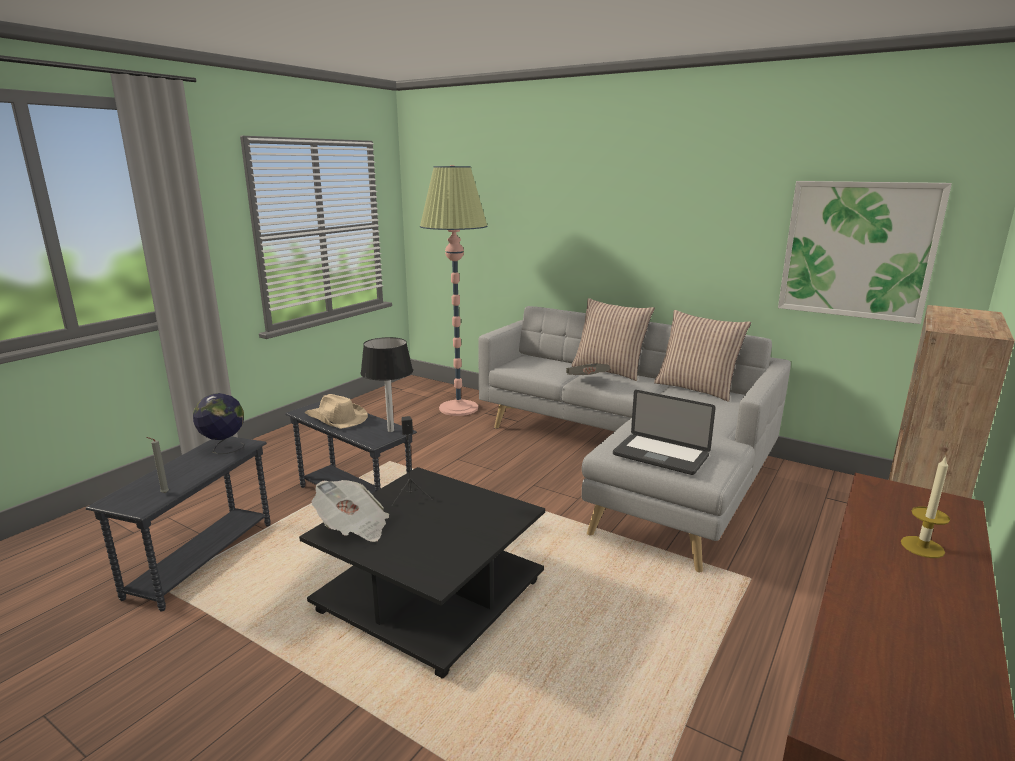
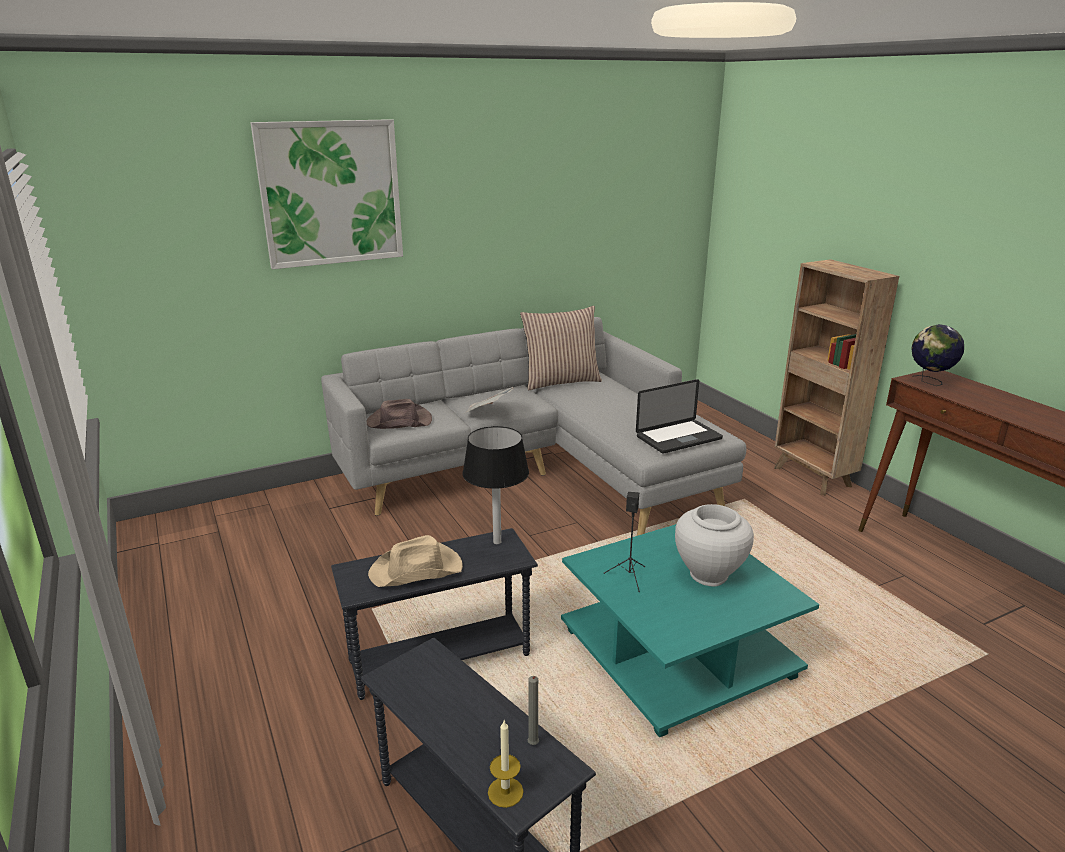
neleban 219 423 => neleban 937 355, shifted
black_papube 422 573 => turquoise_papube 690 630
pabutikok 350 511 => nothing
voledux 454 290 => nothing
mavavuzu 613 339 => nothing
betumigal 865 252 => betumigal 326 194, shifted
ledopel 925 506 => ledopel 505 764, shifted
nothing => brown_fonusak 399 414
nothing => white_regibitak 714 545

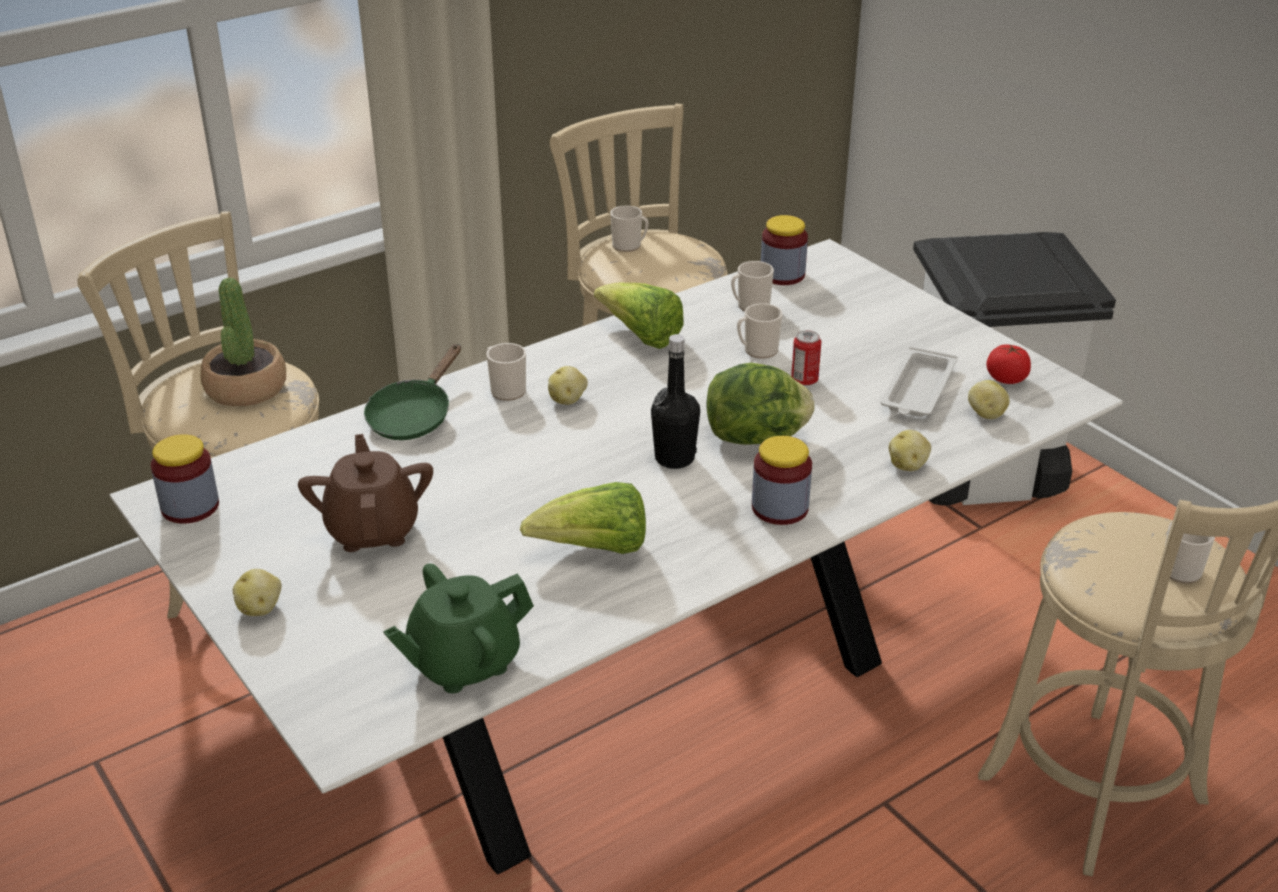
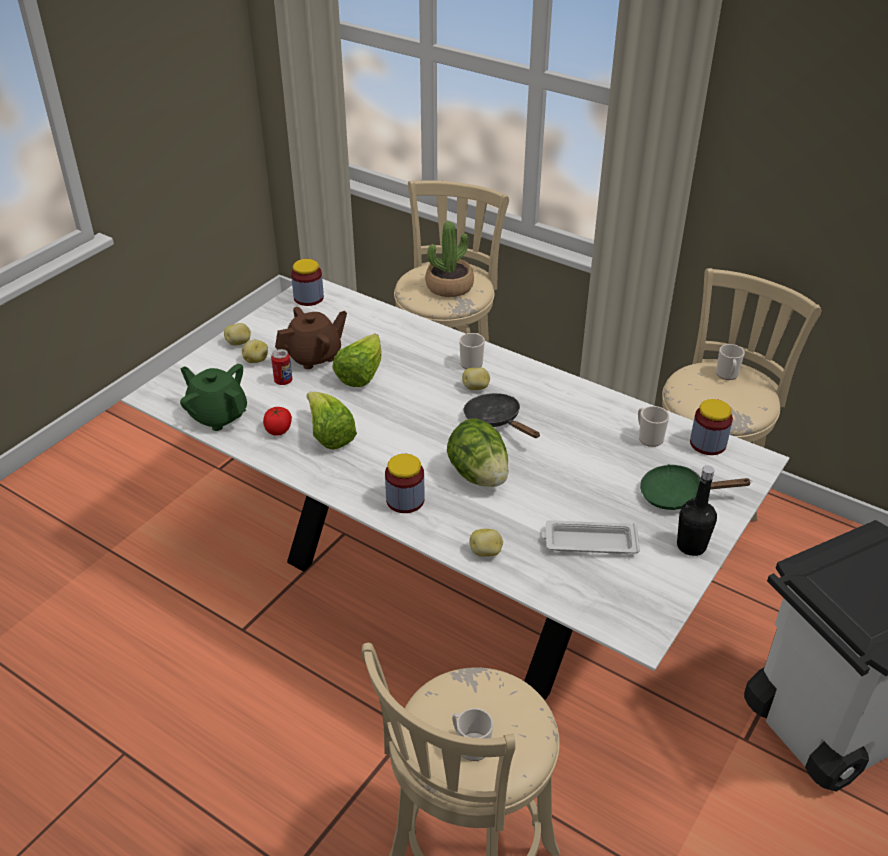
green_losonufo 412 392 => green_losonufo 696 487, shifted
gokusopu 639 315 => gokusopu 357 360, shifted
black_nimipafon 675 401 => black_nimipafon 697 511, shifted
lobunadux 759 331 => nothing
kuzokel 806 358 => kuzokel 281 367, shifted
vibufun 989 399 => vibufun 255 351, shifted
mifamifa 1008 364 => mifamifa 277 421, shifted
nothing => black_losonufo 502 415

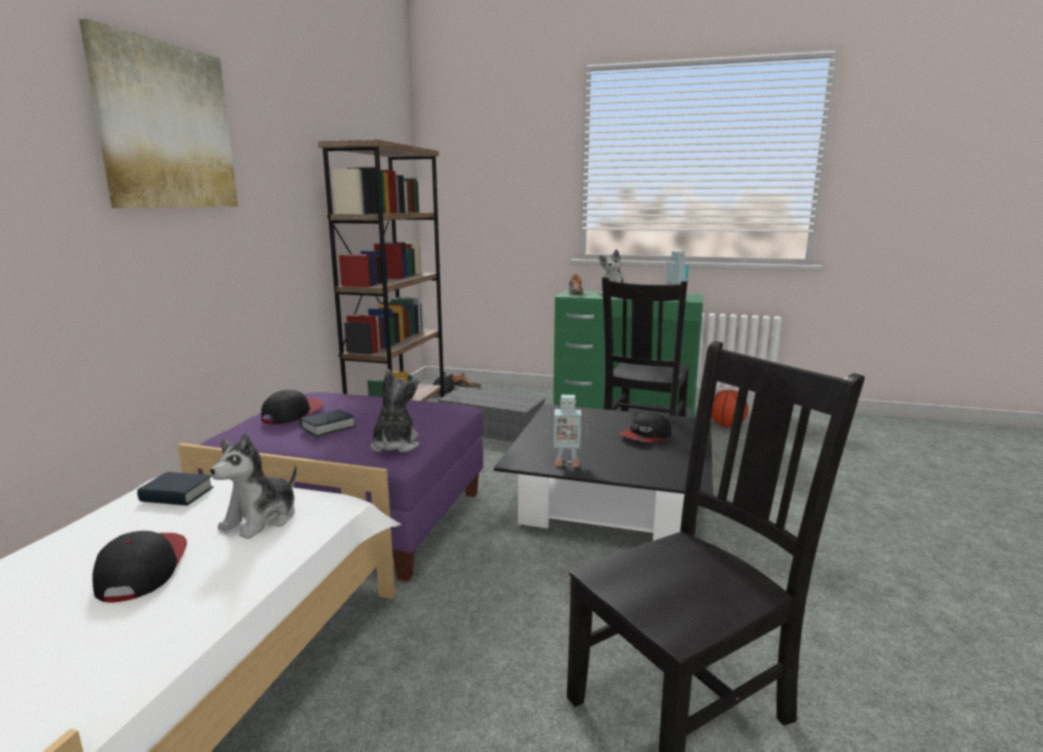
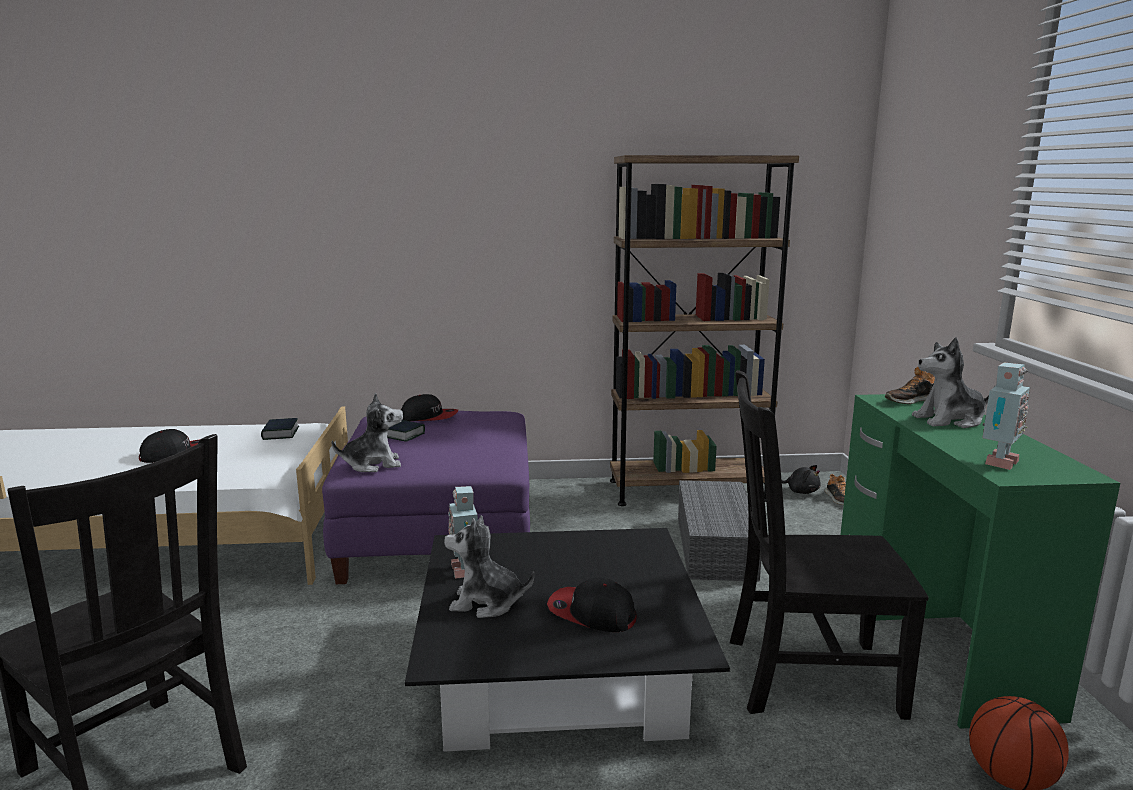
betumigal 158 113 => nothing
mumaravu 253 486 => mumaravu 489 566, shifted

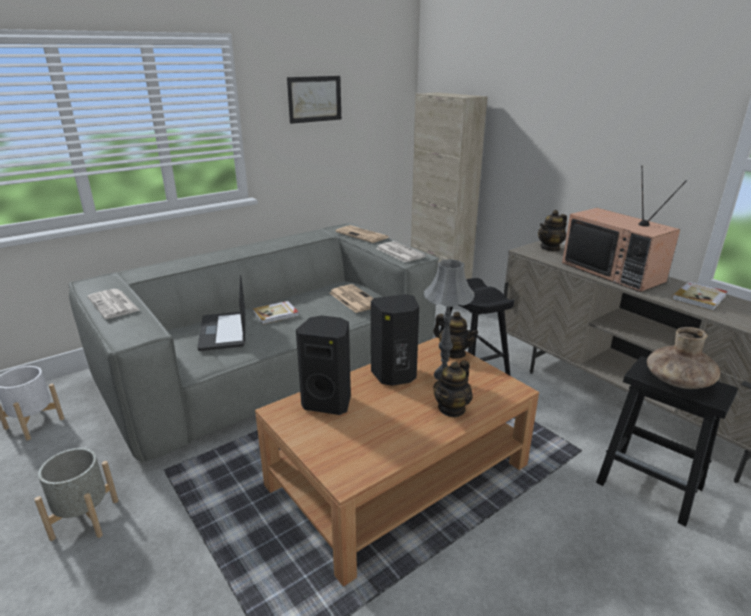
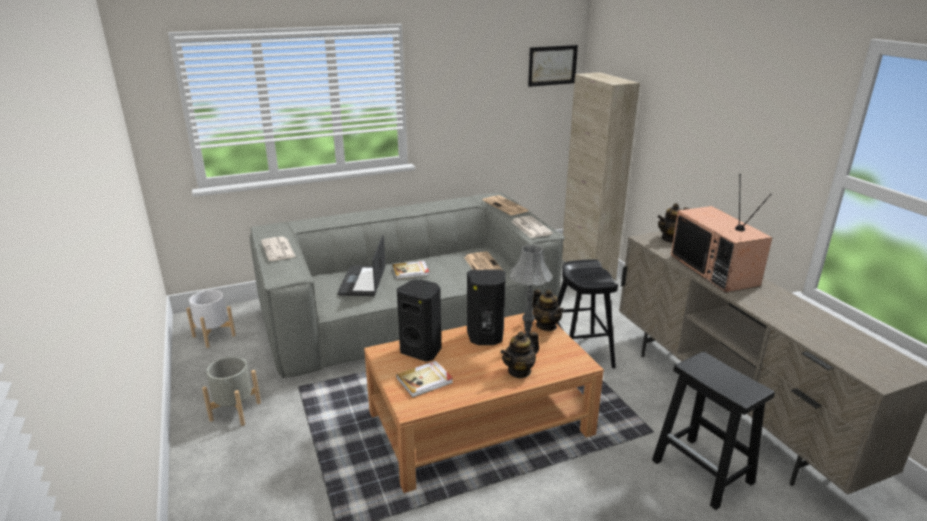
betumigal 314 100 => betumigal 553 66, shifted
brown_regibitak 683 358 => nothing
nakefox 700 296 => nakefox 424 379, shifted

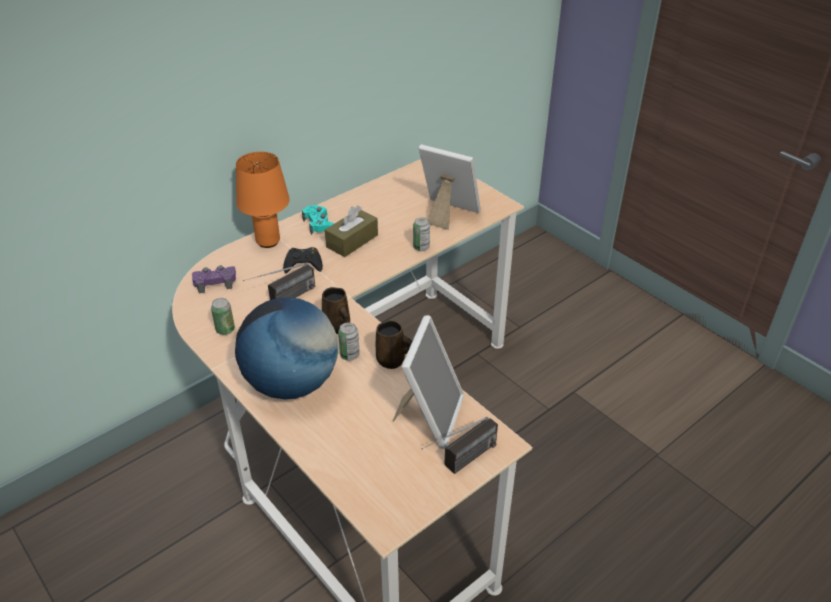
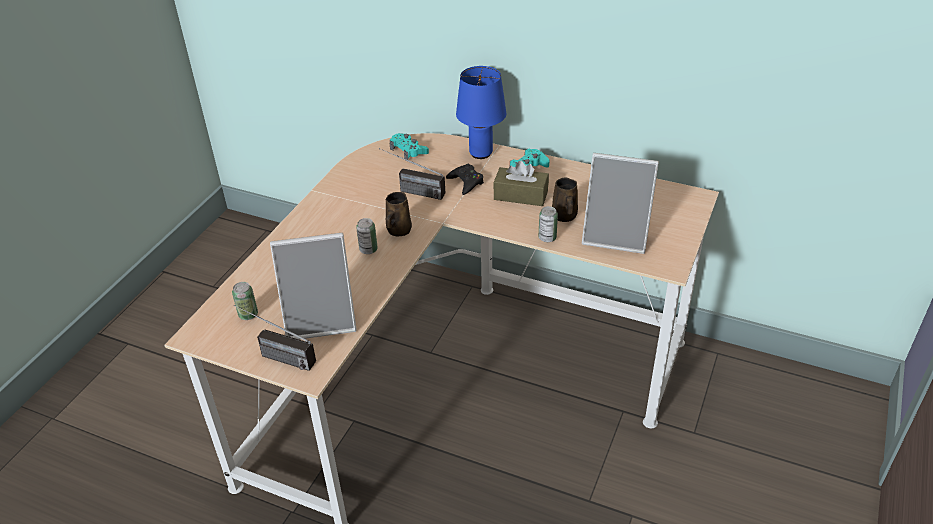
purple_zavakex 214 279 => turquoise_zavakex 409 146
kuzokel 223 316 => kuzokel 245 301, shifted
neleban 286 348 => nothing
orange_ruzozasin 263 200 => blue_ruzozasin 481 112
brown_lobunadux 393 344 => brown_lobunadux 565 199, shifted
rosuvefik 449 187 => rosuvefik 620 203, 105 degrees clockwise

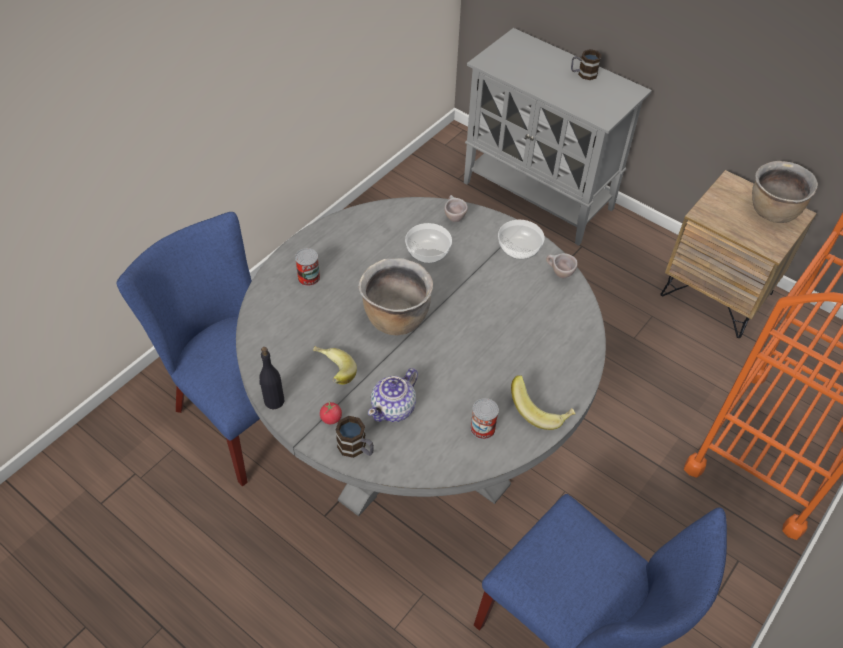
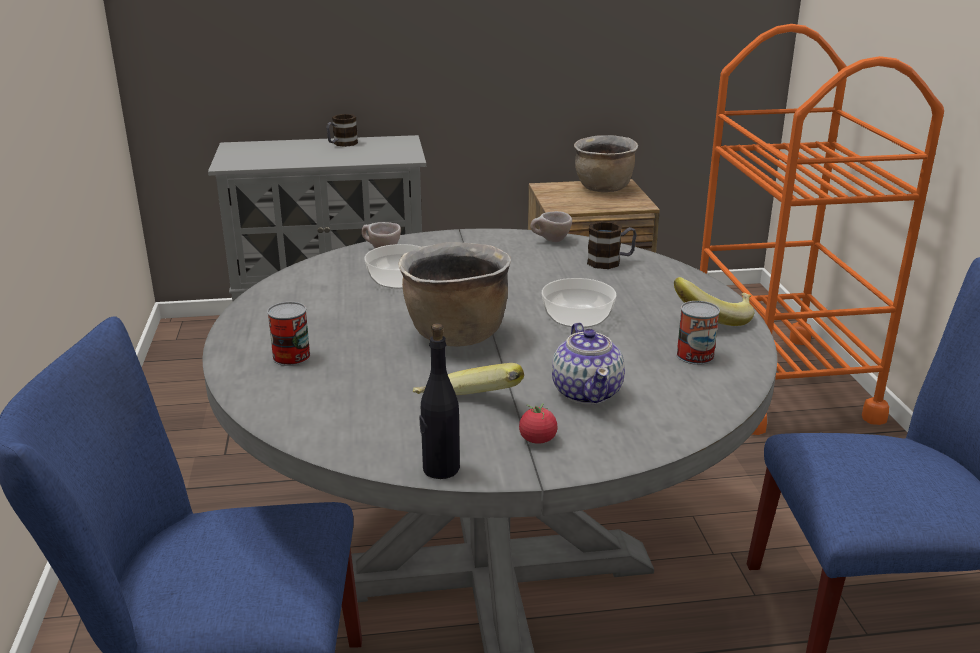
lobunadux 355 437 => lobunadux 612 245, shifted
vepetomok 521 240 => vepetomok 579 303, shifted

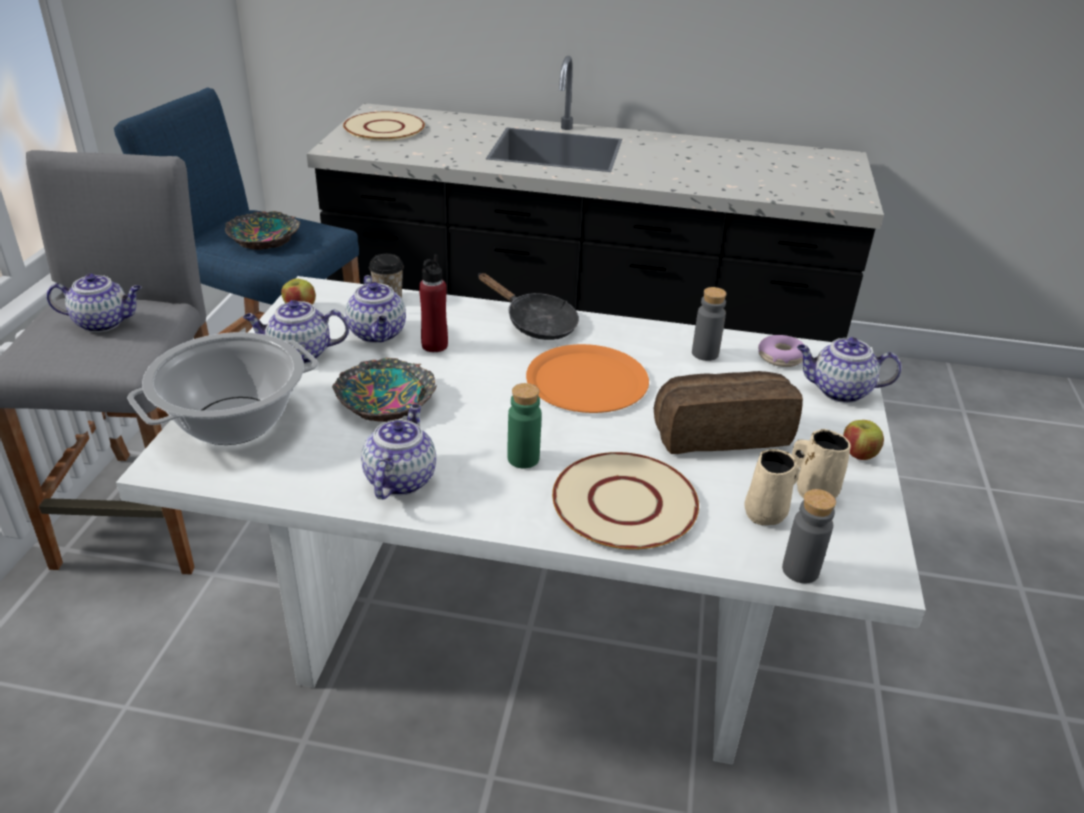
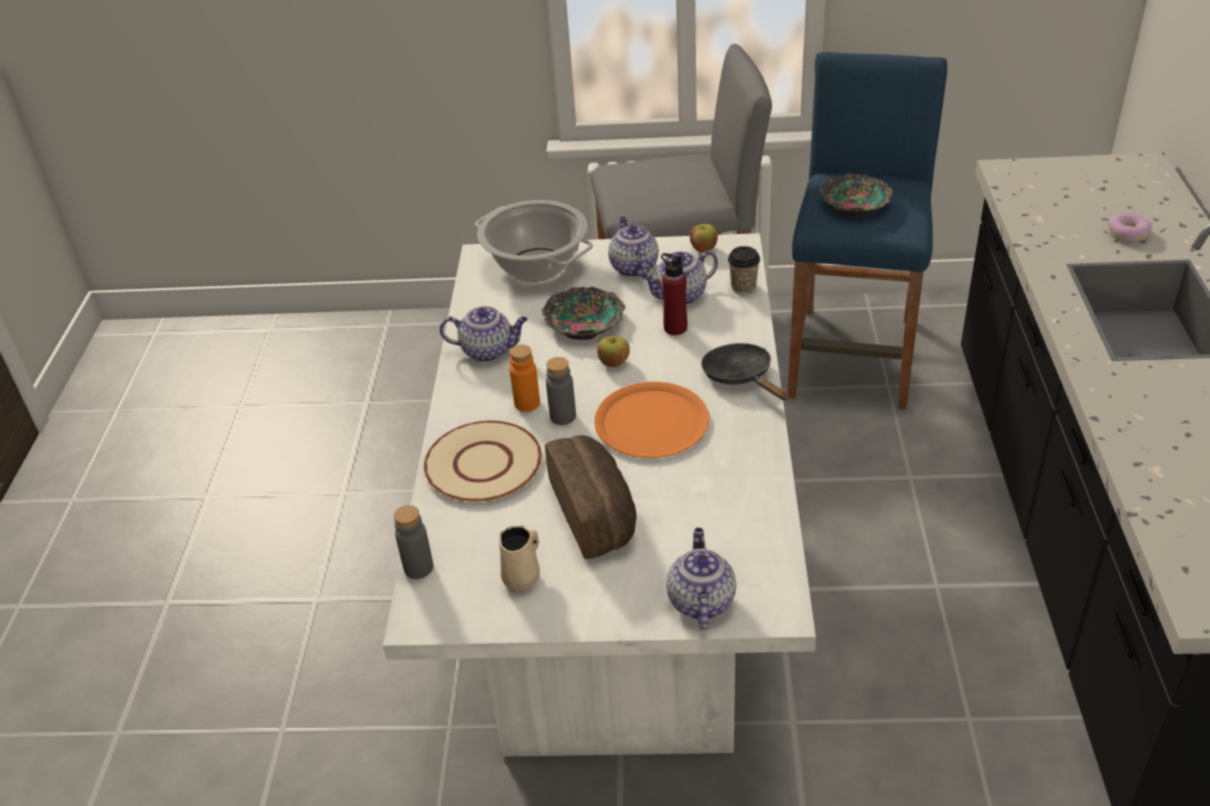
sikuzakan 94 303 => nothing
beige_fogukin 384 126 => nothing
black_losonufo 529 306 => black_losonufo 745 371, 120 degrees clockwise
green_nimipafon 525 426 => orange_nimipafon 525 378
grey_nimipafon 709 324 => grey_nimipafon 561 391, shifted
beige_lobunadux 772 487 => nothing
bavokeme 781 351 => bavokeme 1130 227, shifted
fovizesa 863 440 => fovizesa 613 351, shifted

